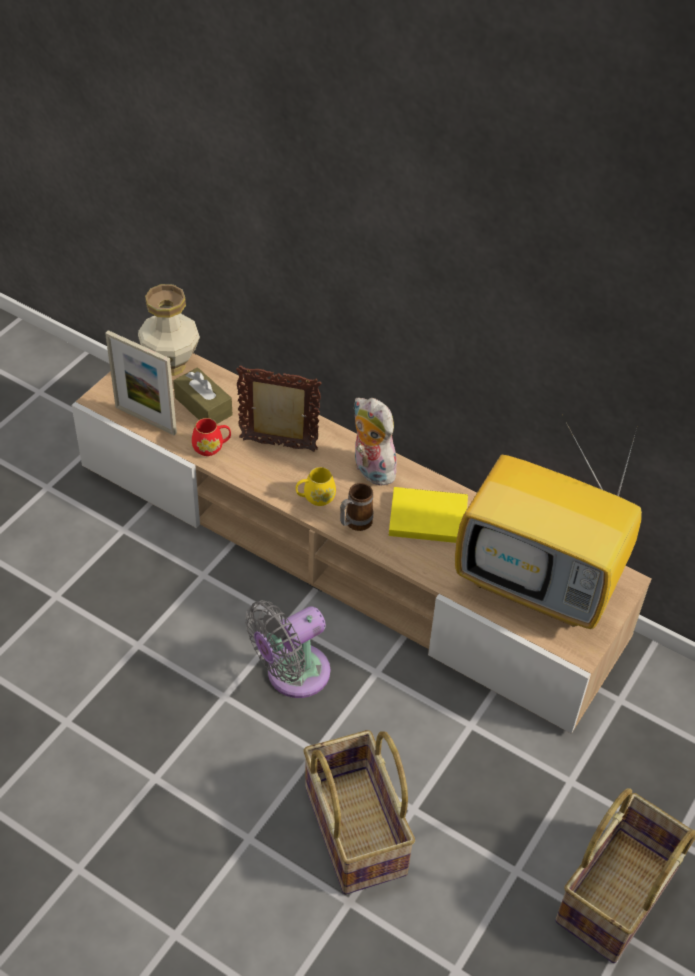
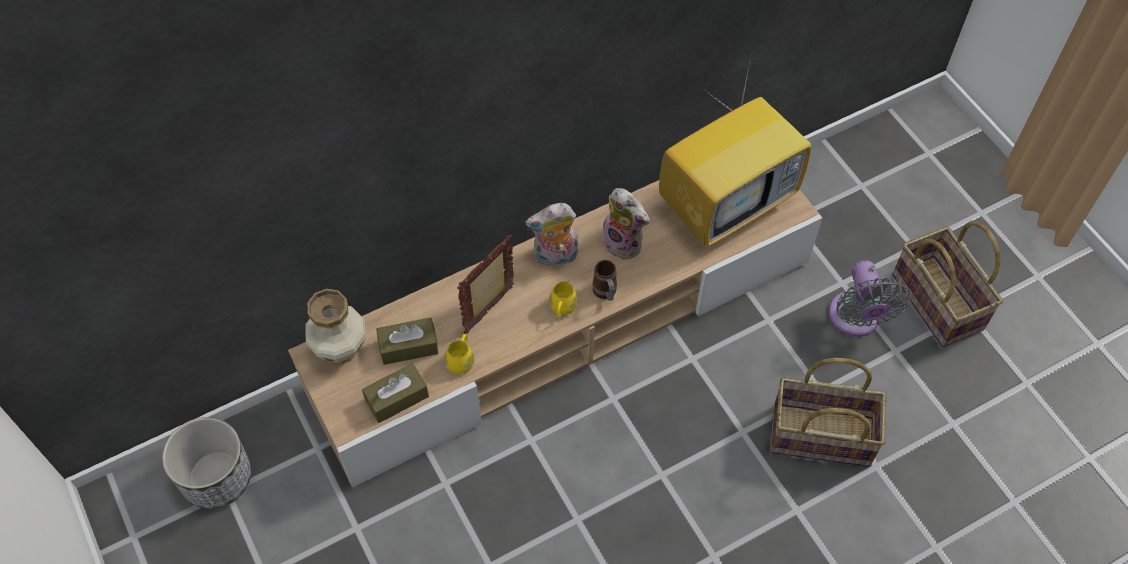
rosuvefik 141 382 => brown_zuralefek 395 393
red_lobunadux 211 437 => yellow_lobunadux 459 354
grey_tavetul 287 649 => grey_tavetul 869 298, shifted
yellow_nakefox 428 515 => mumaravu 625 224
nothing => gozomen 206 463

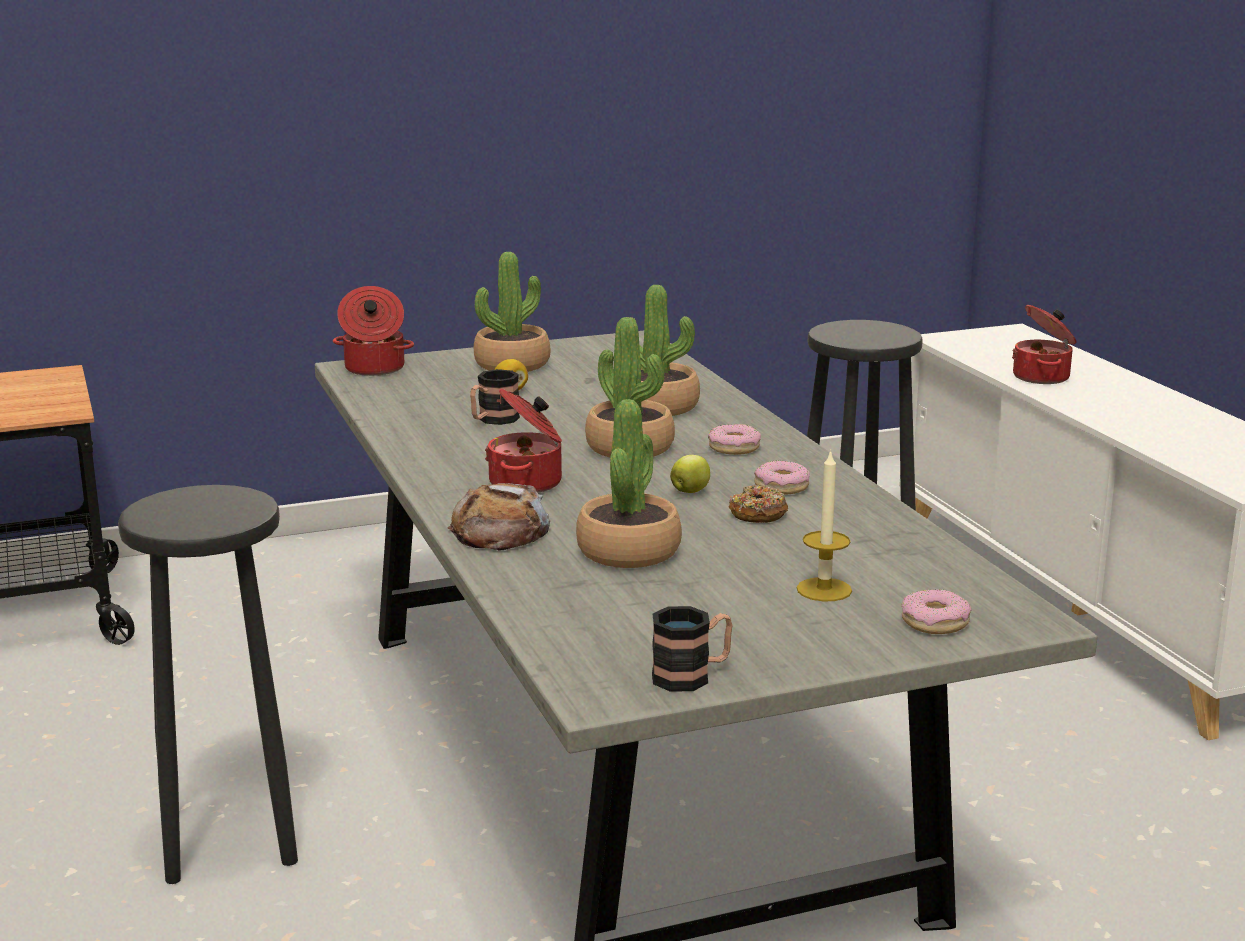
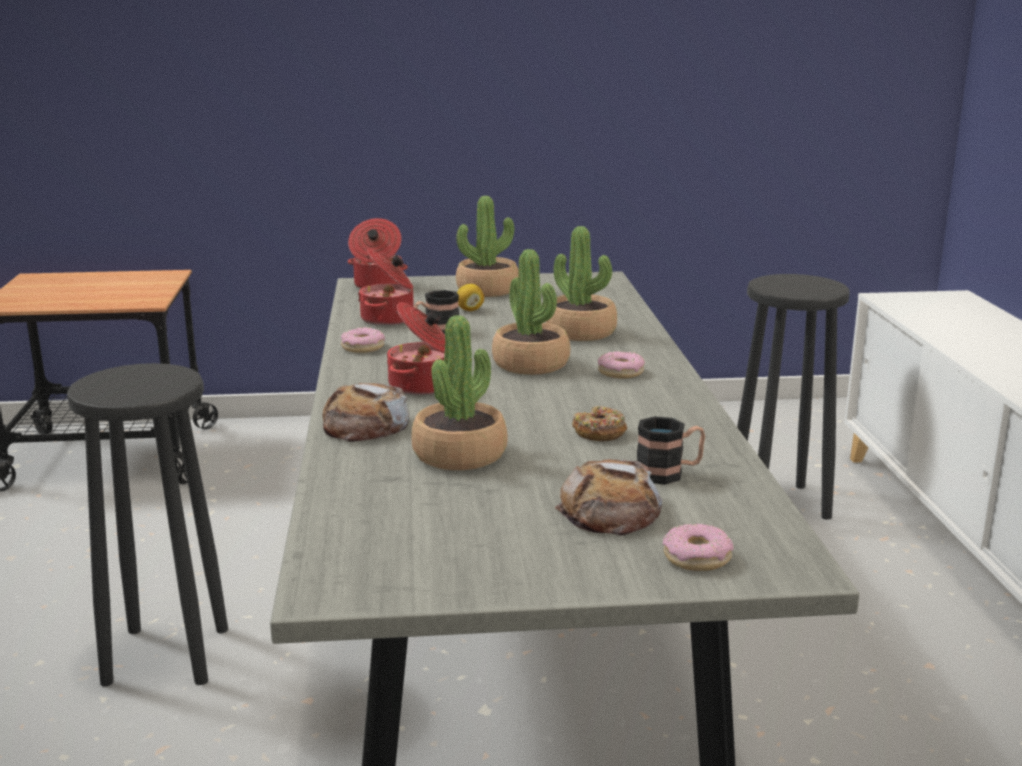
lobunadux 692 649 => lobunadux 671 450, shifted
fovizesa 690 474 => nothing
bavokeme 782 477 => bavokeme 363 340, shifted
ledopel 824 525 => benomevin 609 497
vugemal 1044 344 => vugemal 386 287, shifted

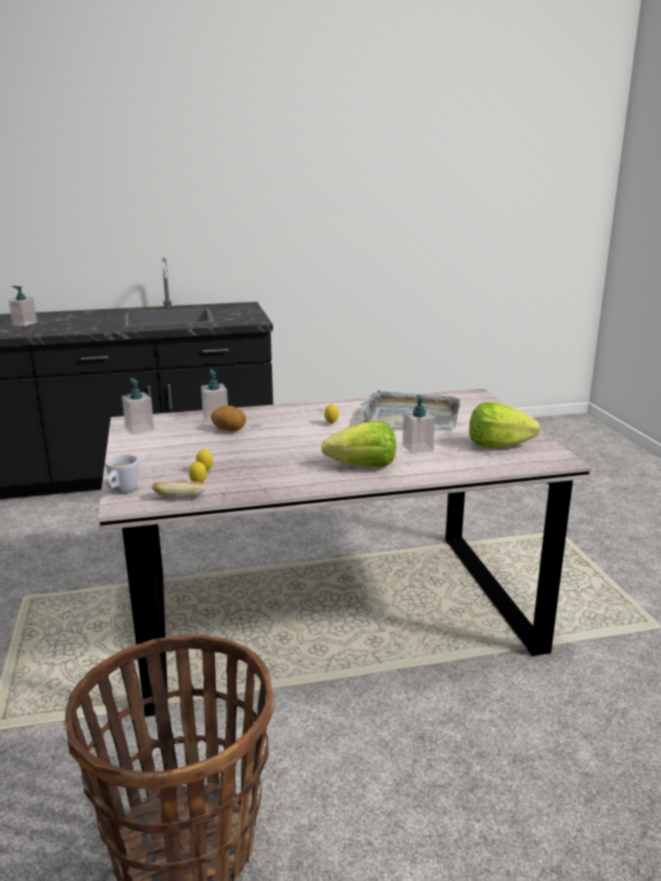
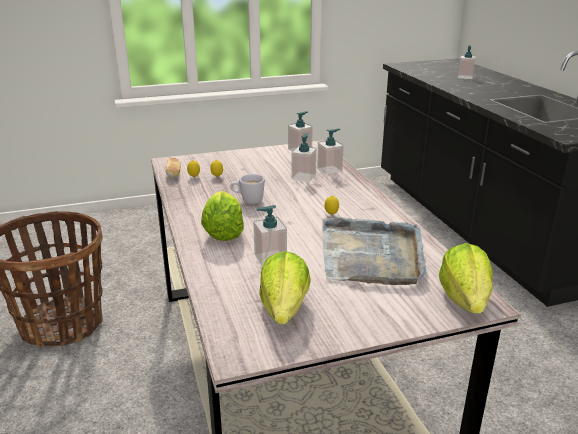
white_lobunadux 122 473 => white_lobunadux 247 189, shifted
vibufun 228 418 => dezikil 304 157
nothing => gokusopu 466 278

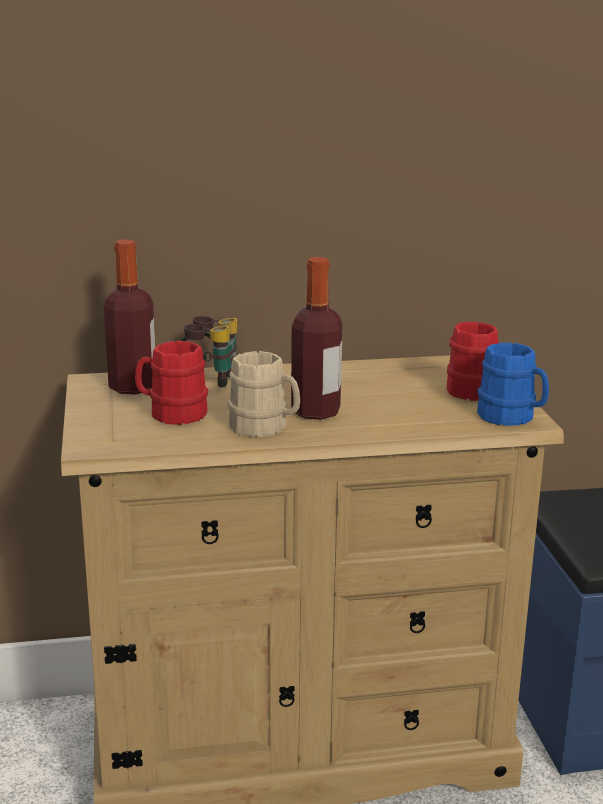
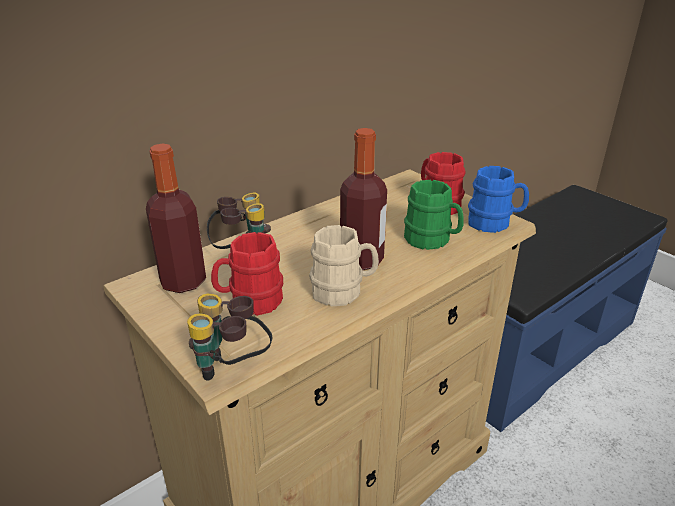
nothing => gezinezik 230 337
nothing => green_lobunadux 434 215

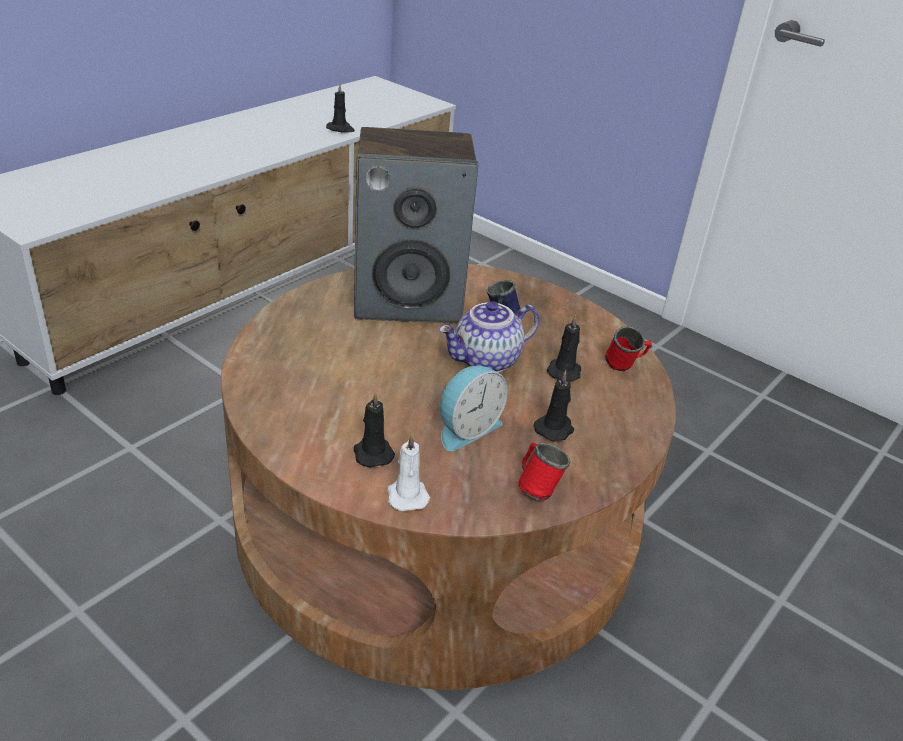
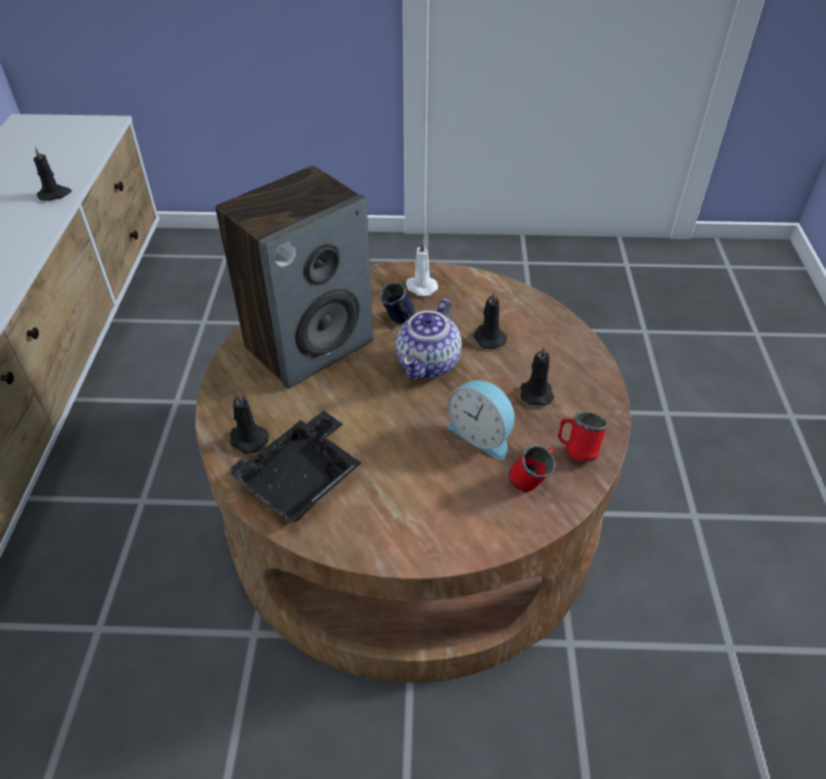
black_ledopel 374 430 => black_ledopel 249 422, shifted
white_ledopel 408 472 => white_ledopel 422 268, shifted
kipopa 474 408 => kipopa 481 420, 120 degrees clockwise
red_lobunadux 628 348 => red_lobunadux 532 468, shifted
nothing => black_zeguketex 295 467

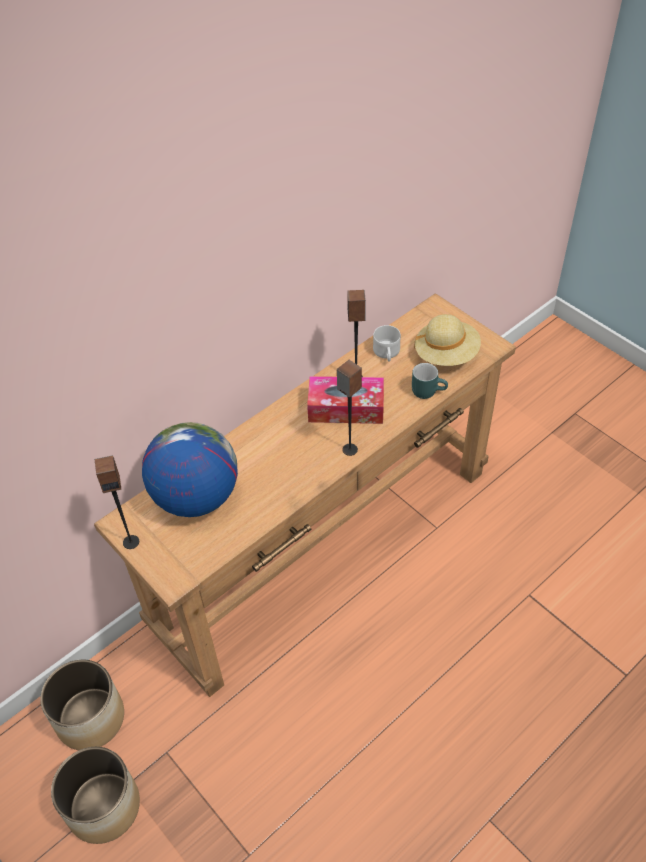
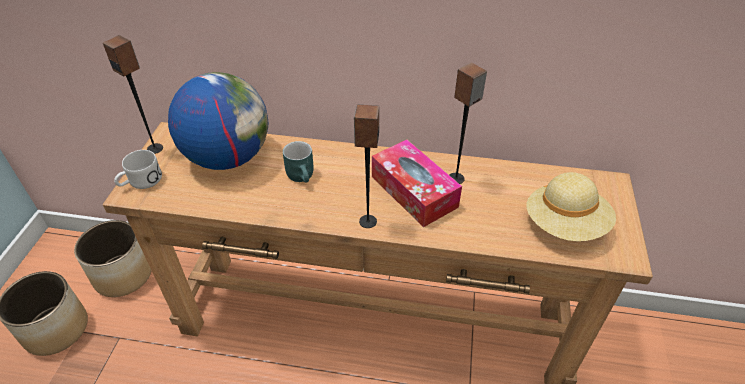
white_lobunadux 387 343 => white_lobunadux 138 169, shifted
turquoise_lobunadux 430 381 => turquoise_lobunadux 298 162, shifted

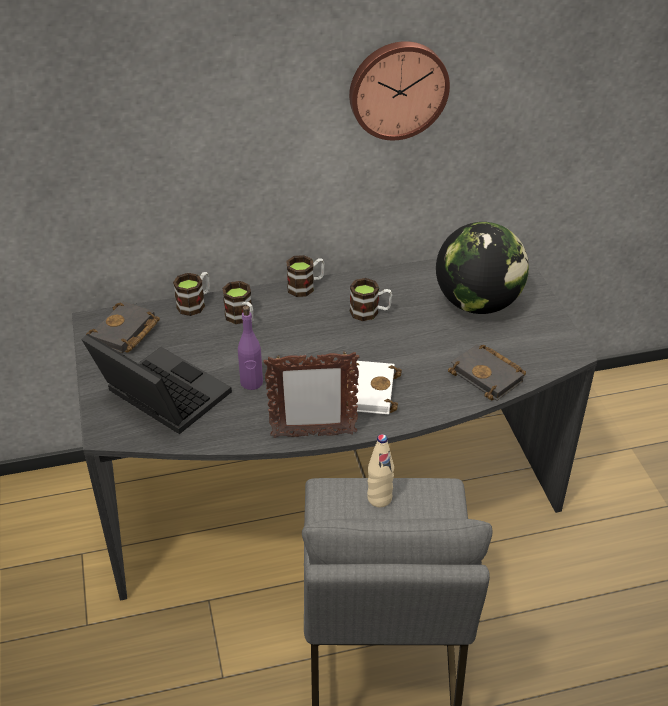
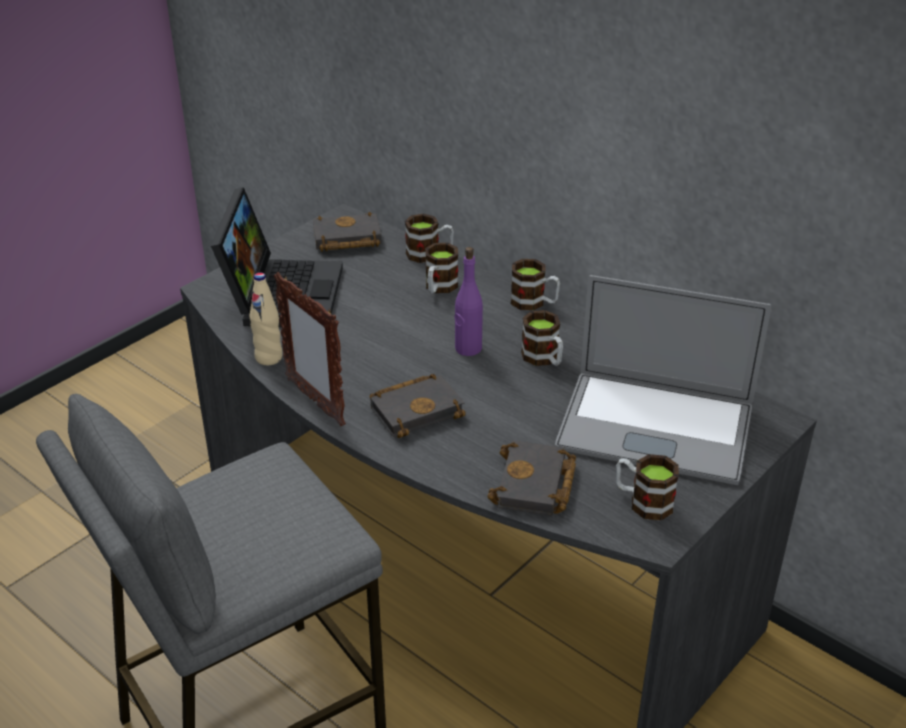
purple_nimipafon 250 347 => purple_nimipafon 469 301, shifted
white_nakefox 374 387 => black_nakefox 418 406
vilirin 399 90 => nothing
beige_nimipafon 380 470 => beige_nimipafon 266 319, shifted
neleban 482 268 => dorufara 663 380
nothing => lobunadux 647 487

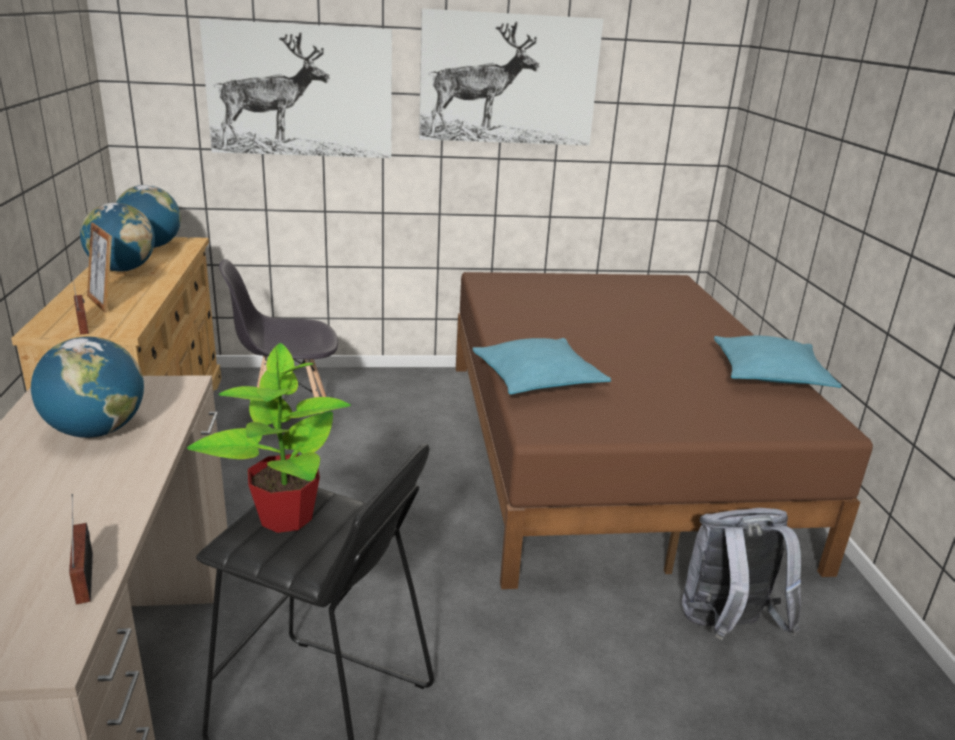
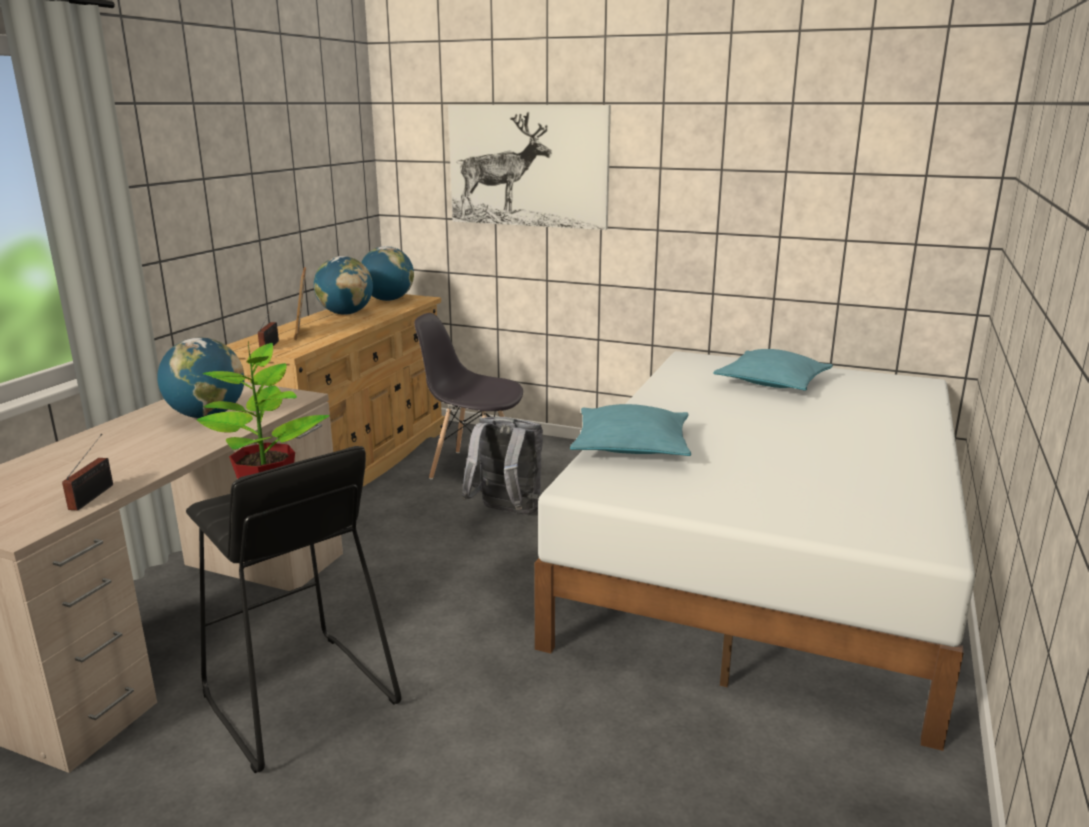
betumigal 511 77 => nothing
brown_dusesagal 664 430 => white_dusesagal 754 551
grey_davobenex 741 574 => grey_davobenex 502 466, shifted
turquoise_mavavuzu 778 362 => turquoise_mavavuzu 773 370, shifted

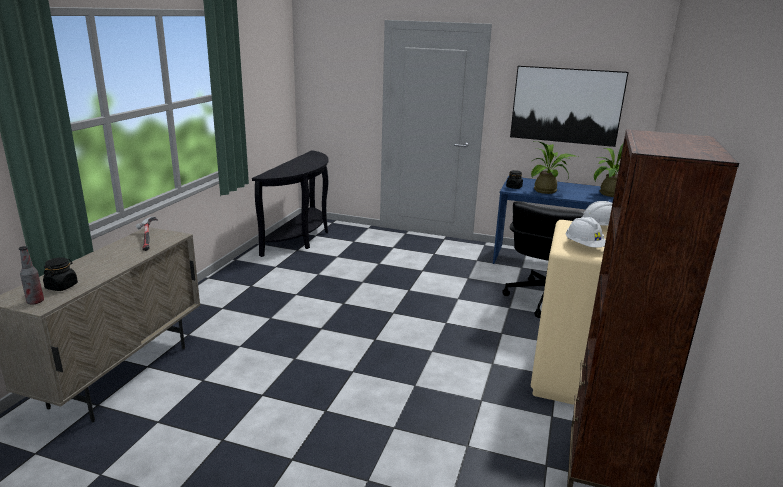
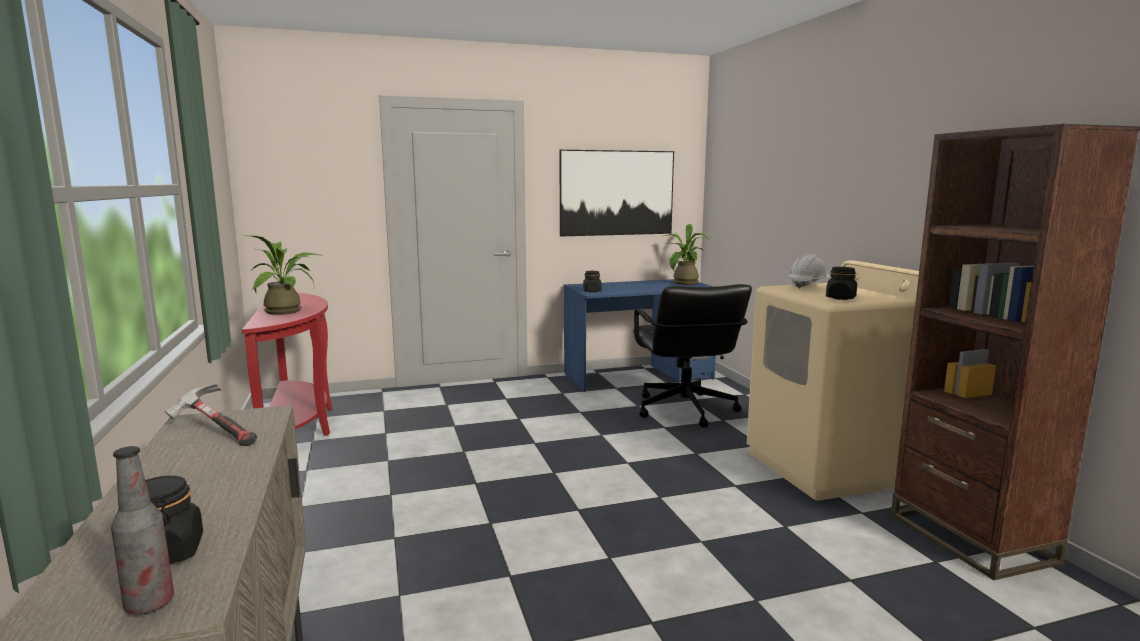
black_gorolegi 290 203 => red_gorolegi 287 364
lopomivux 554 167 => lopomivux 287 275, shifted
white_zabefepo 585 232 => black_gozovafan 841 283

